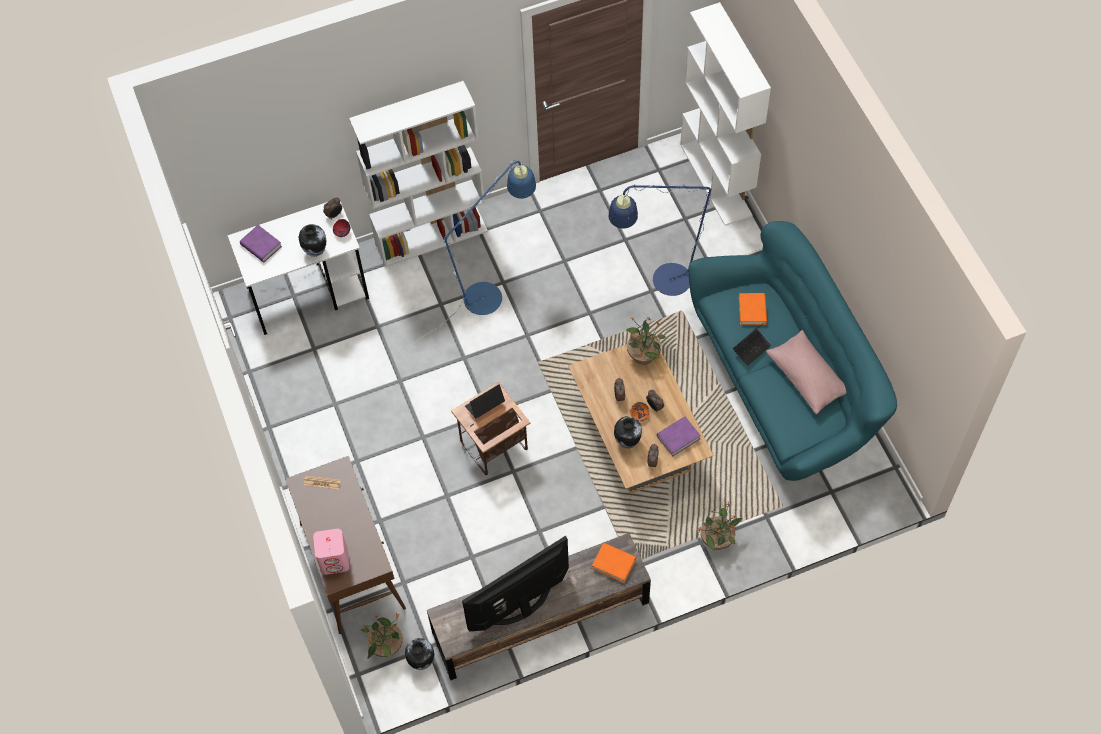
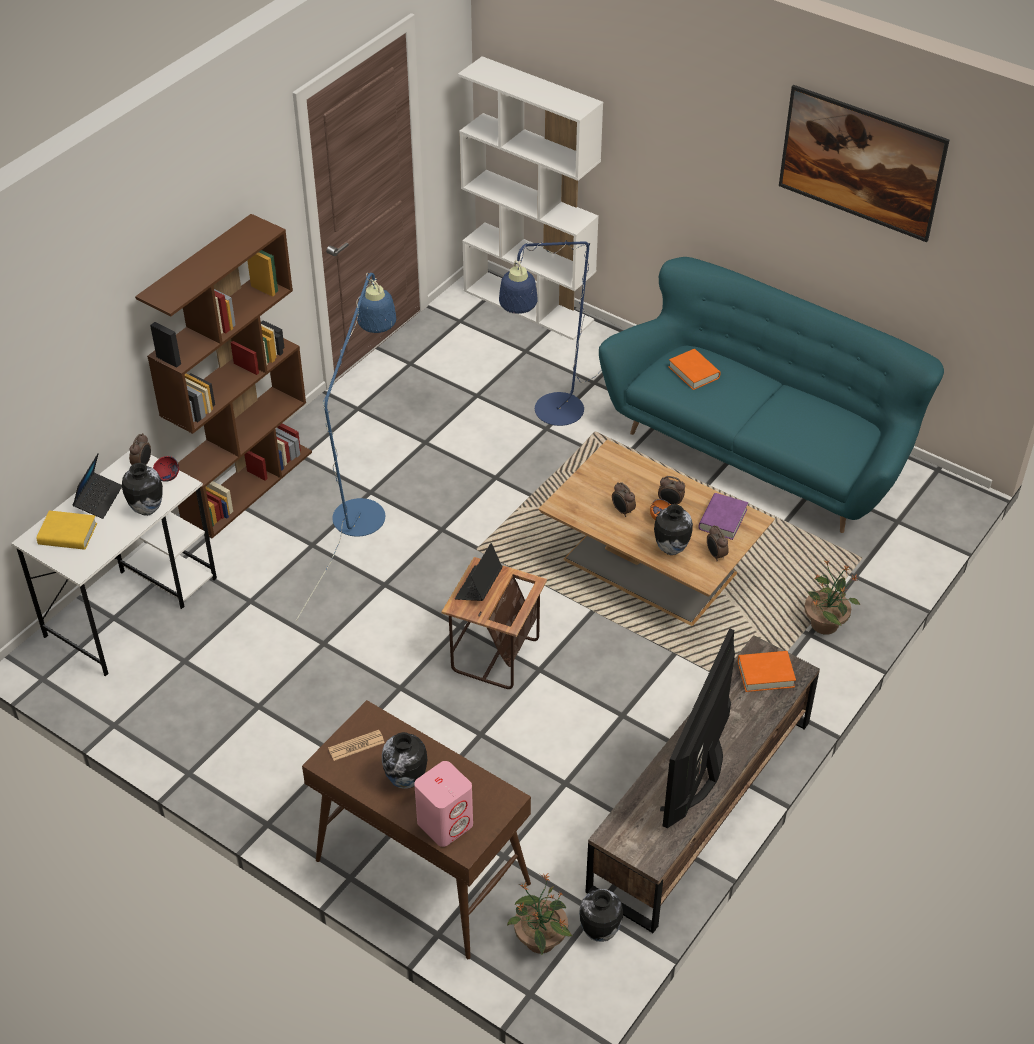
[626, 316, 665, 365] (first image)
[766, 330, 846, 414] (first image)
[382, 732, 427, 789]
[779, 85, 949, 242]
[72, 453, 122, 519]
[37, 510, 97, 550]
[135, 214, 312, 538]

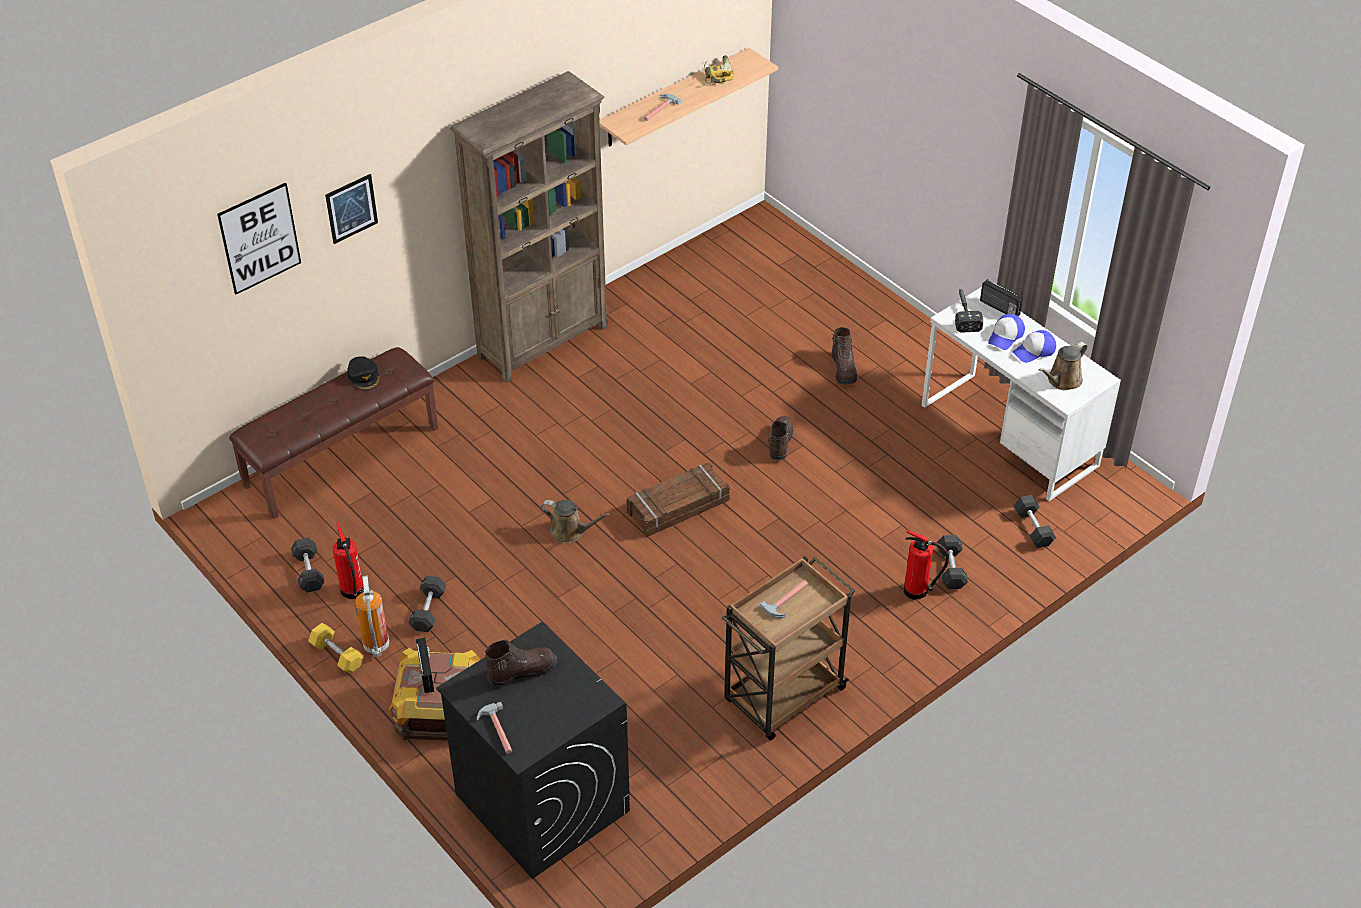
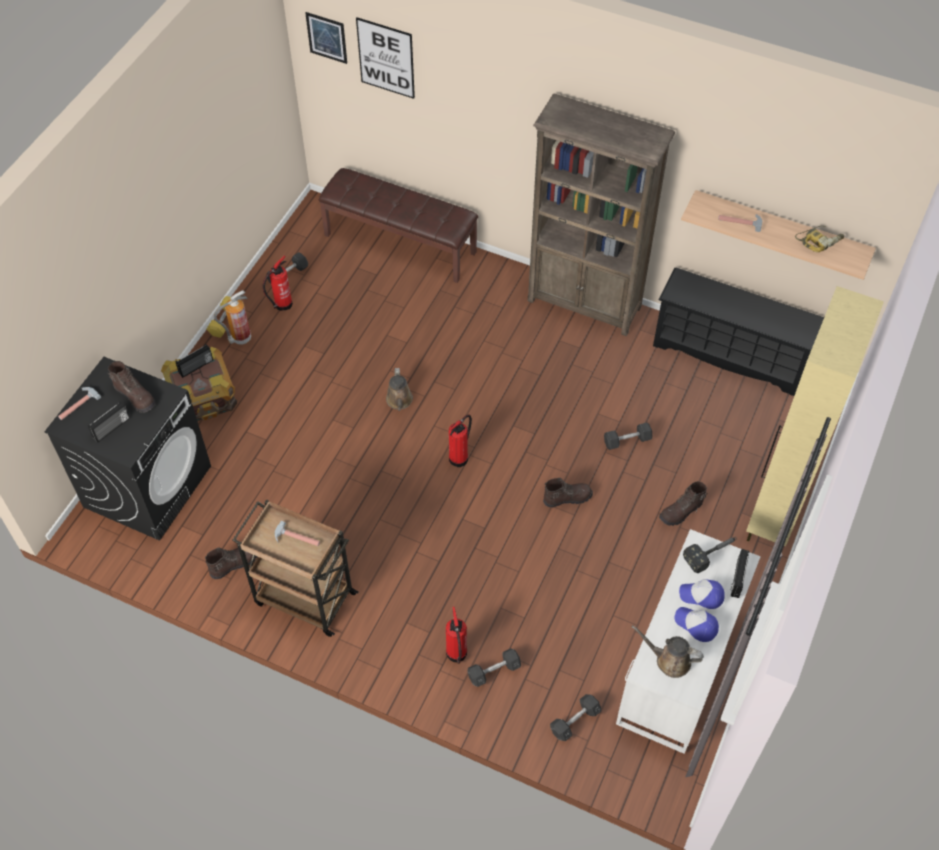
[347, 356, 380, 391] (first image)
[88, 401, 130, 442]
[205, 547, 257, 579]
[653, 268, 824, 396]
[746, 286, 884, 546]
[305, 12, 347, 64]
[604, 423, 653, 450]
[449, 415, 472, 467]

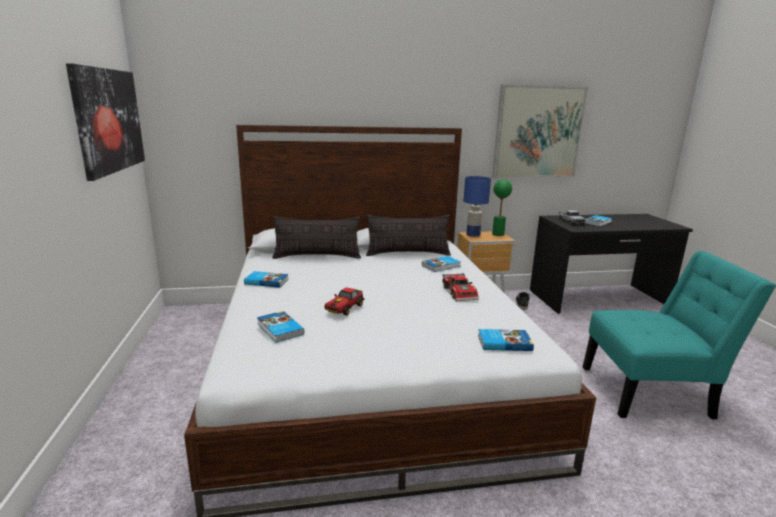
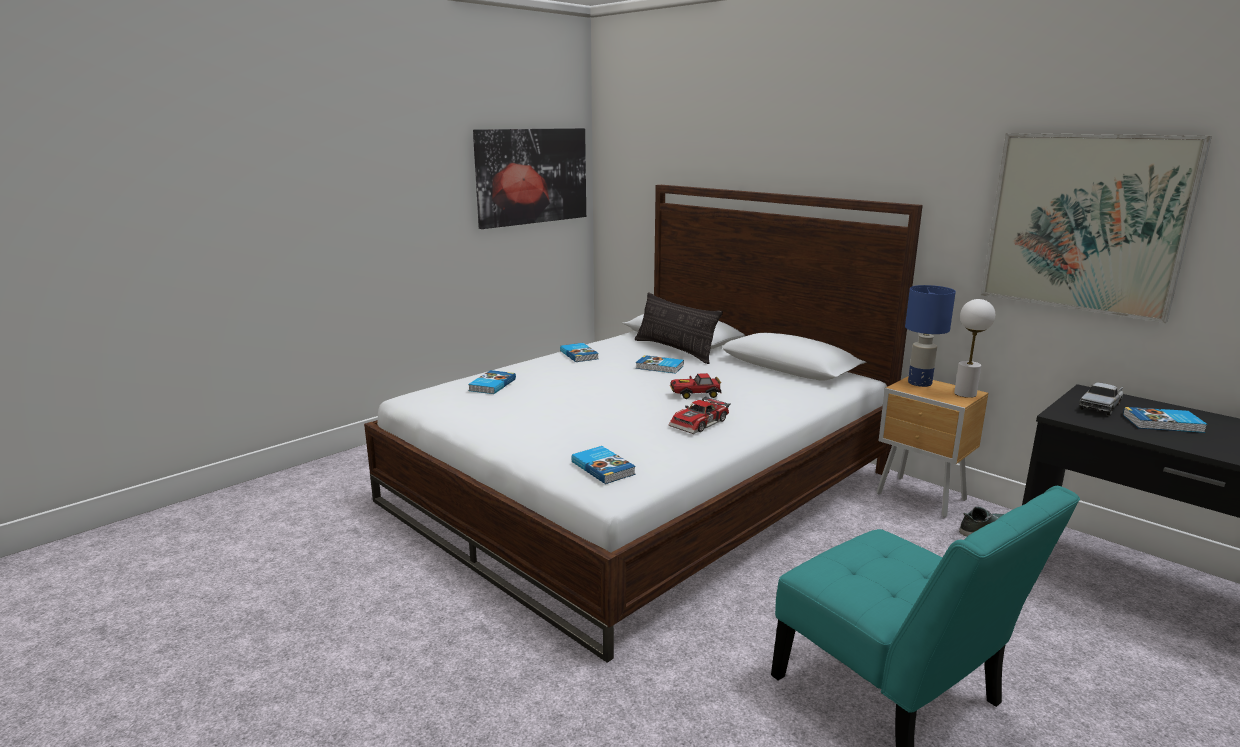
[366, 215, 451, 256] (first image)
[670, 373, 722, 399]
[636, 355, 684, 374]
[954, 299, 995, 398]

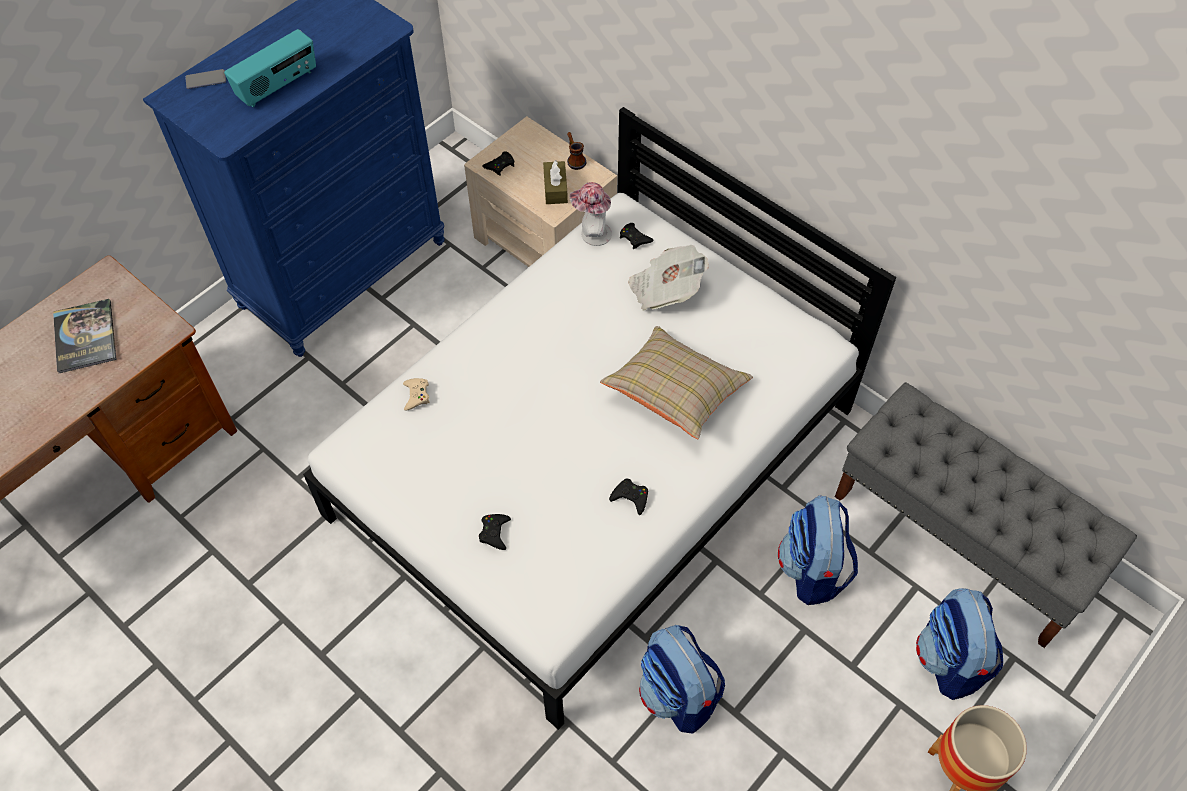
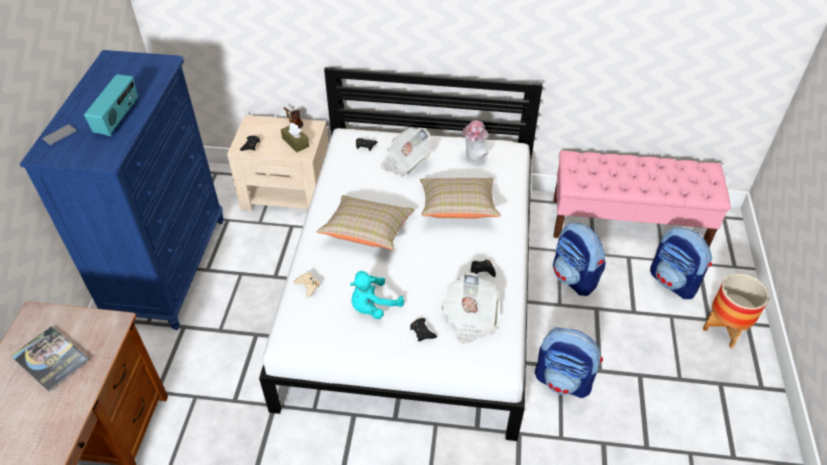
[317, 195, 415, 250]
[350, 271, 404, 319]
[442, 273, 501, 344]
[462, 120, 489, 165]
[553, 151, 731, 247]

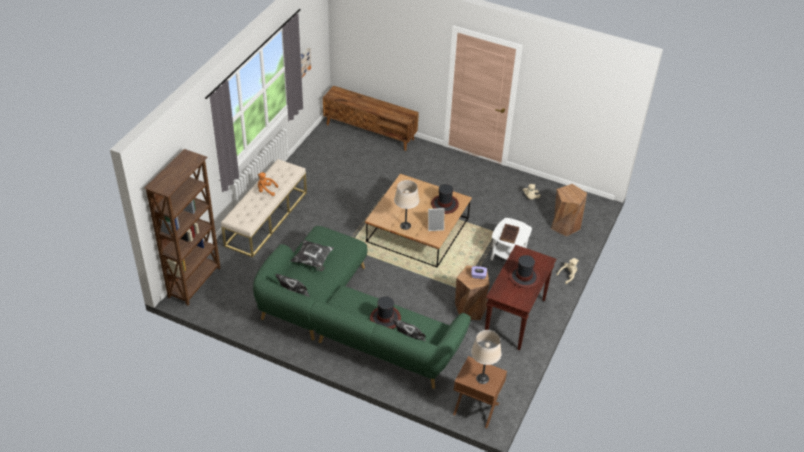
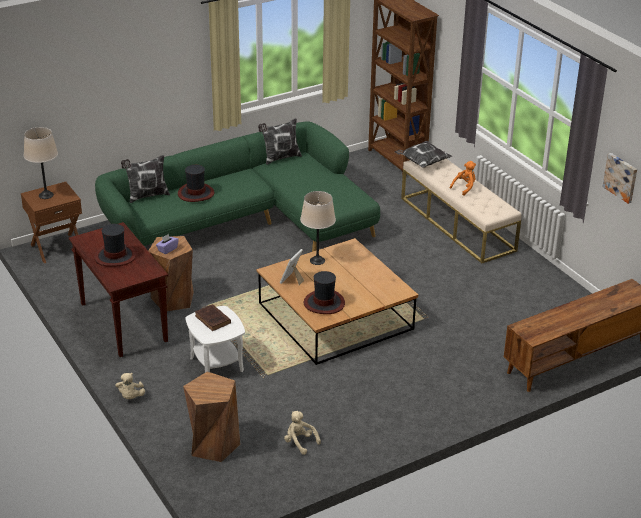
[395, 141, 452, 168]

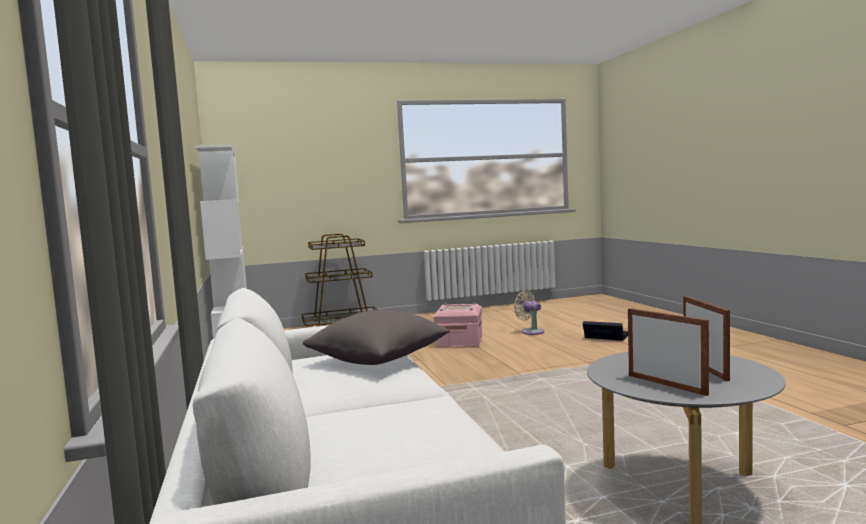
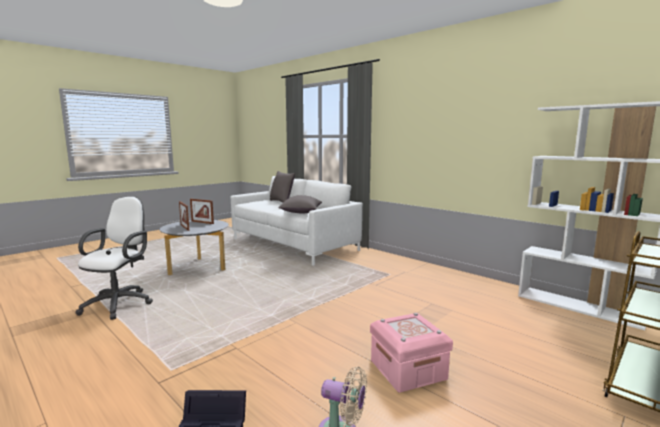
[76, 197, 153, 320]
[270, 171, 295, 202]

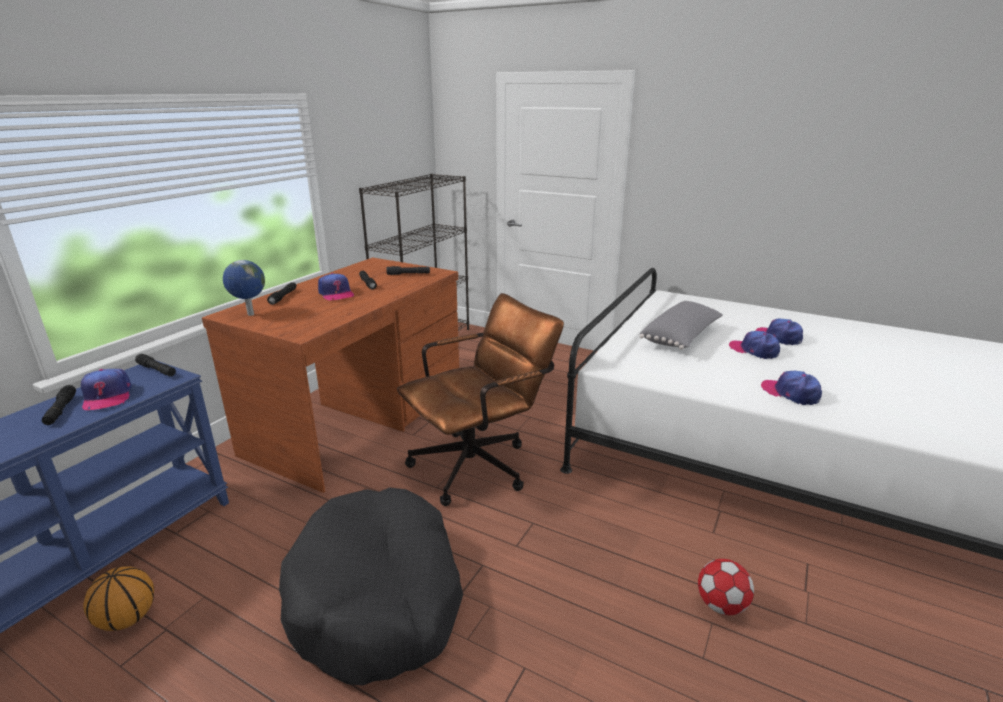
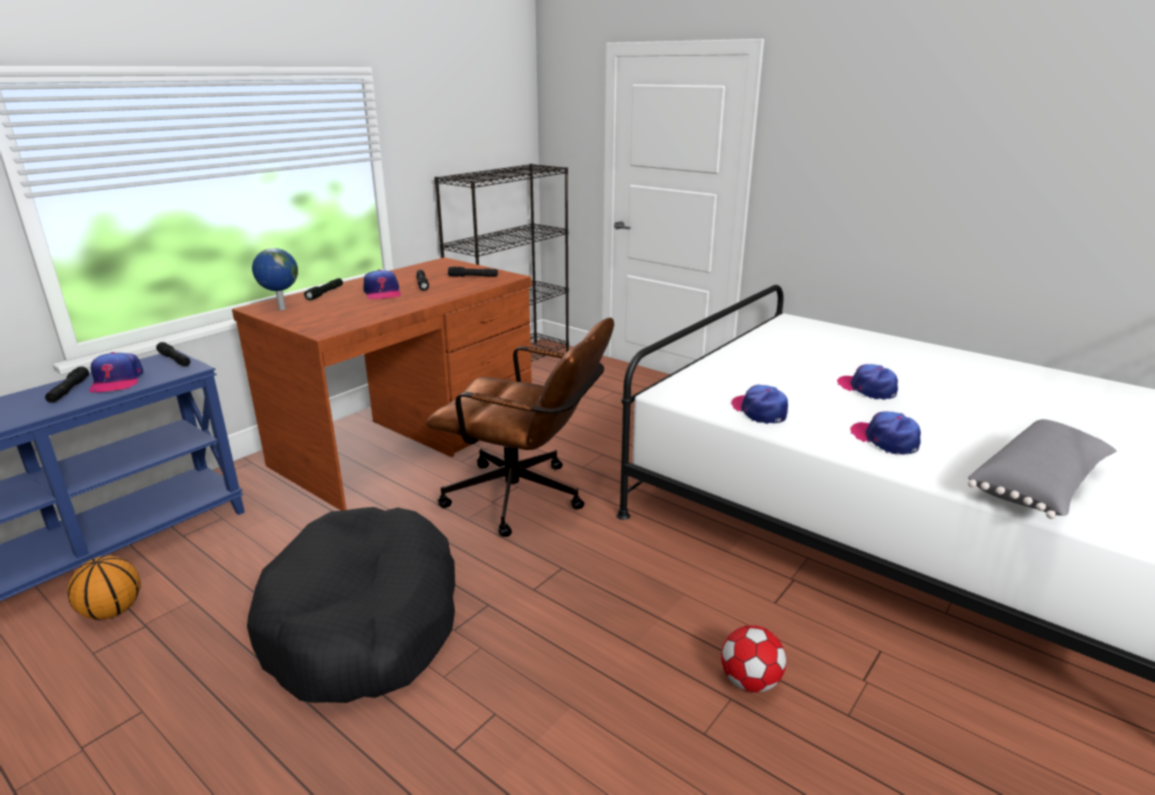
[968, 419, 1117, 519]
[731, 385, 788, 424]
[426, 318, 614, 537]

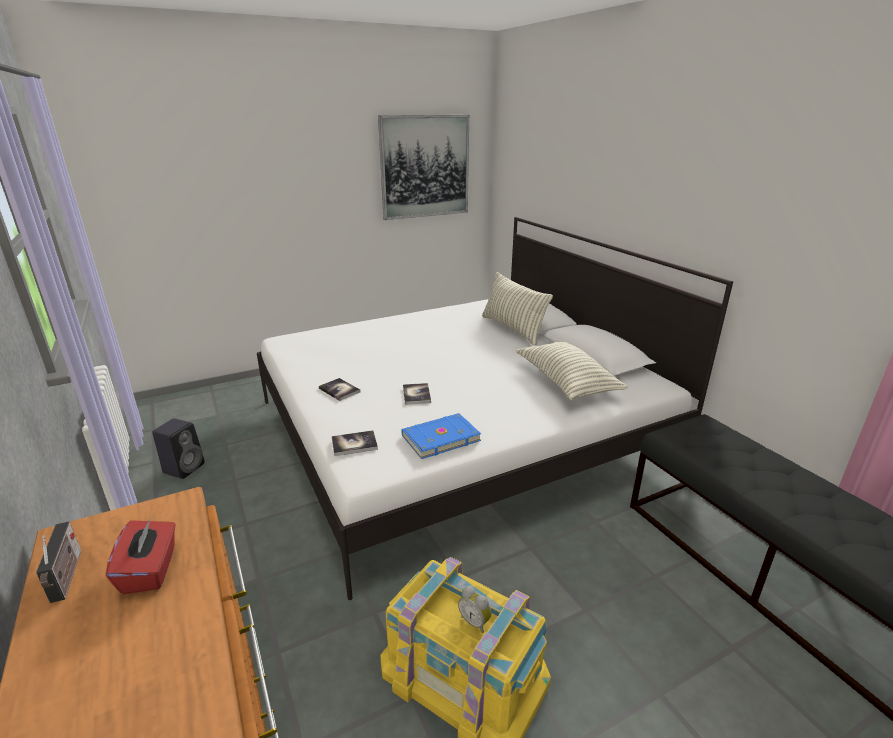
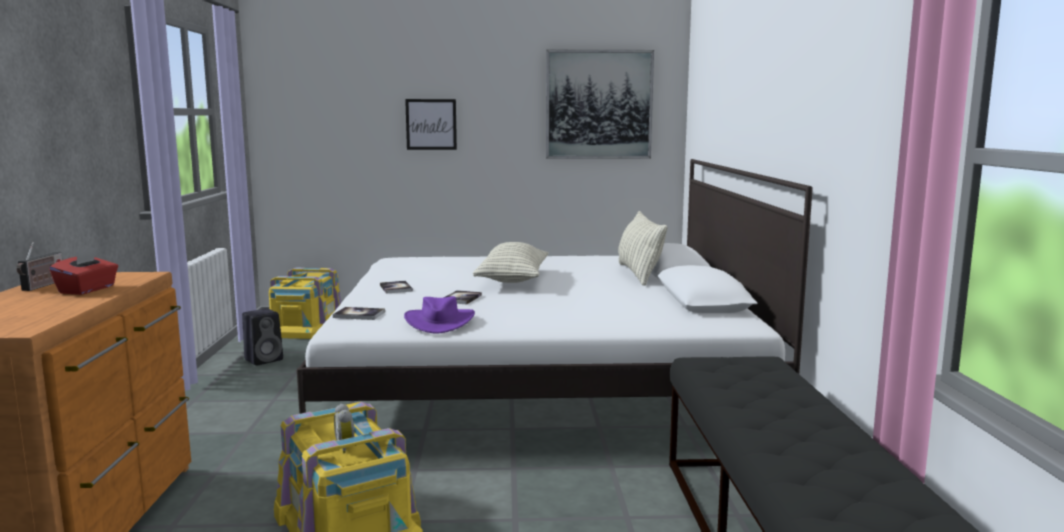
[269, 268, 342, 339]
[405, 99, 457, 150]
[473, 242, 549, 283]
[404, 296, 475, 334]

